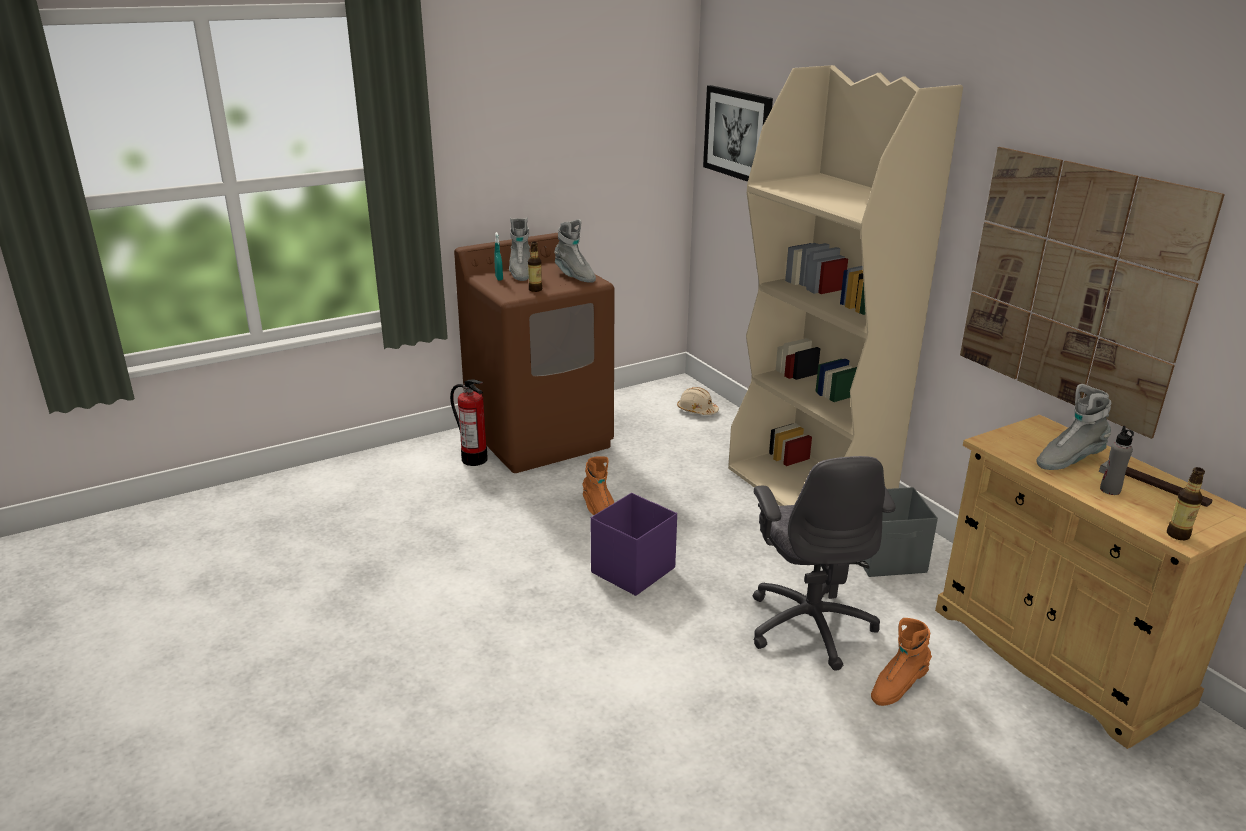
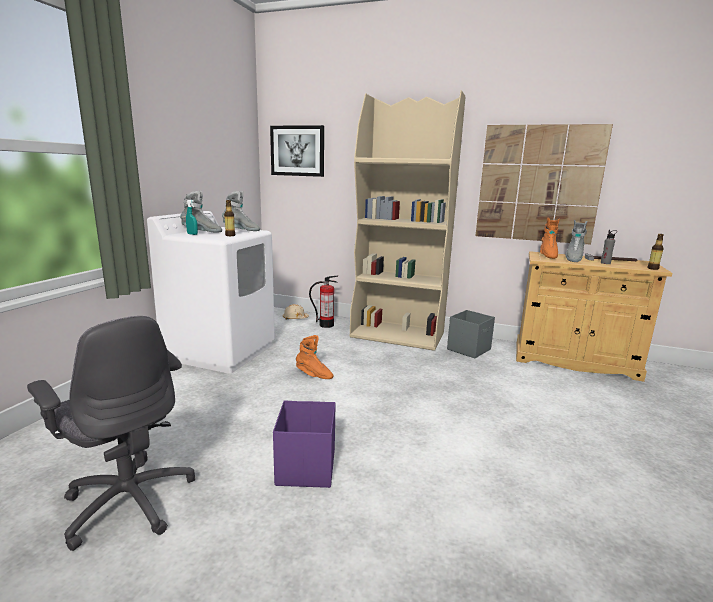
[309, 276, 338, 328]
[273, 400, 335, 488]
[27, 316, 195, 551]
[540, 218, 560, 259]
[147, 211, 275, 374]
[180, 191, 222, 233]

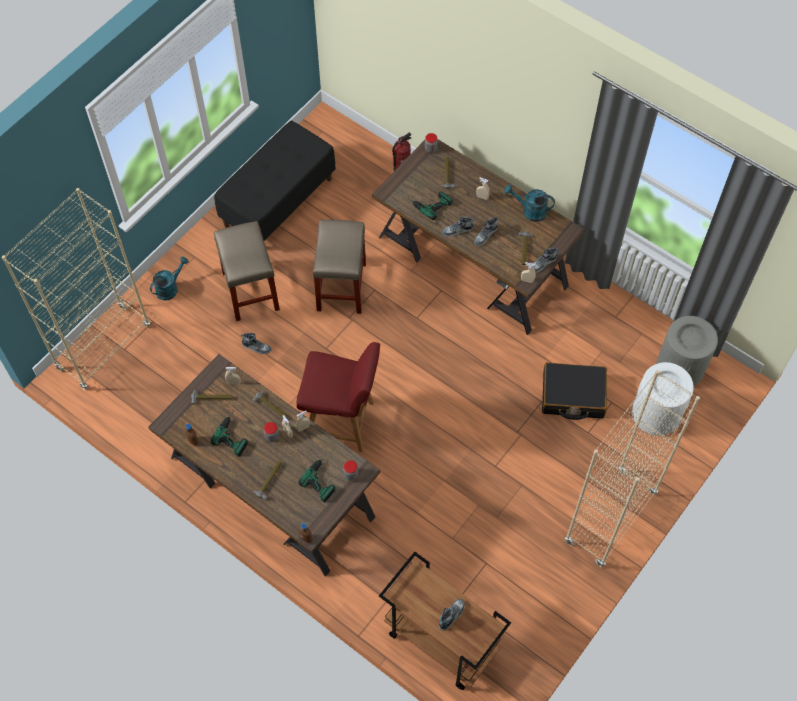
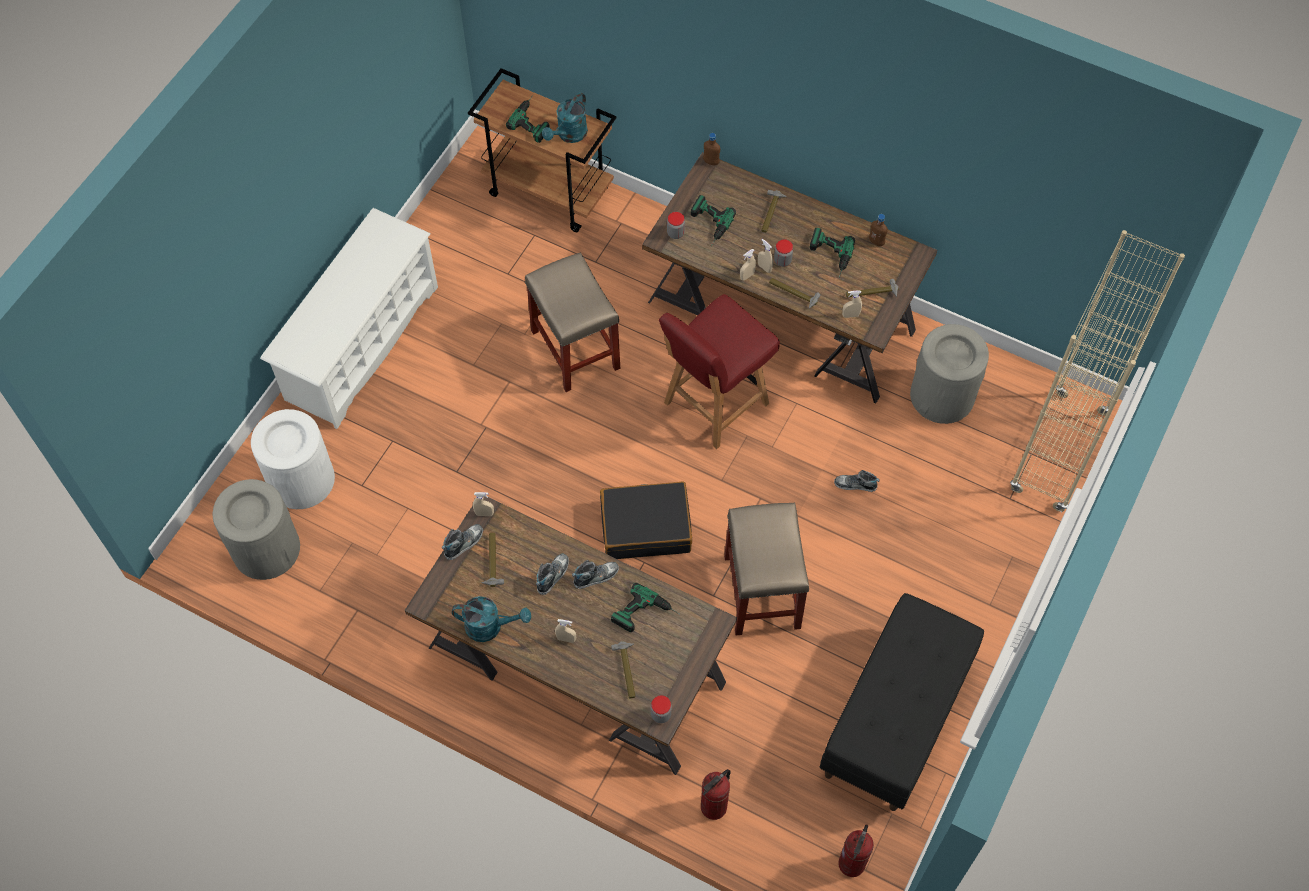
[838, 825, 874, 877]
[910, 324, 989, 424]
[542, 92, 588, 143]
[525, 252, 621, 392]
[600, 481, 692, 559]
[506, 95, 550, 143]
[260, 208, 438, 429]
[659, 294, 780, 449]

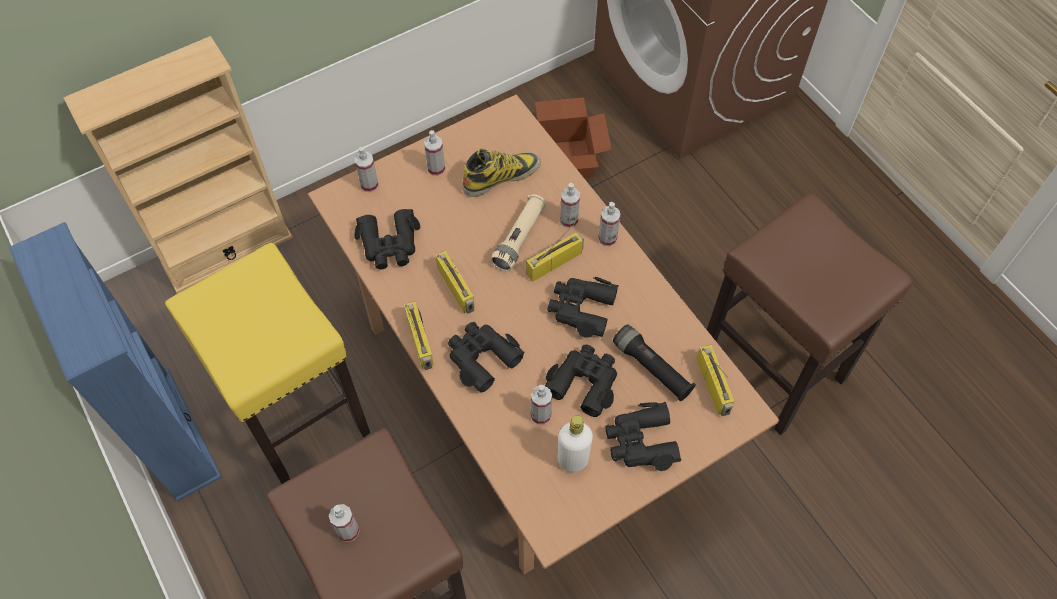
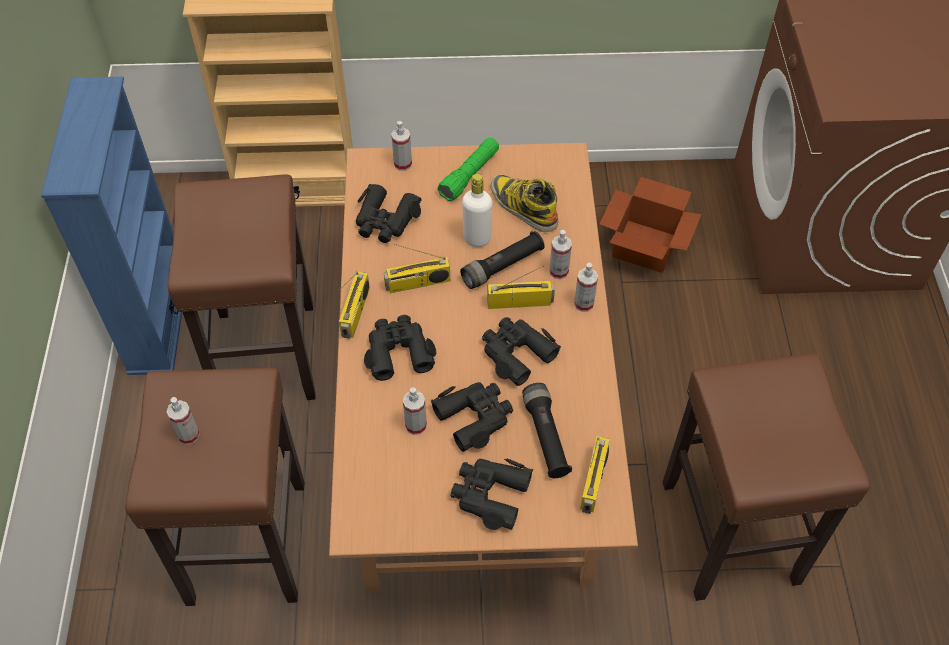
[462, 174, 492, 247]
[437, 138, 499, 201]
[168, 175, 316, 400]
[460, 231, 544, 289]
[384, 244, 450, 293]
[491, 174, 558, 232]

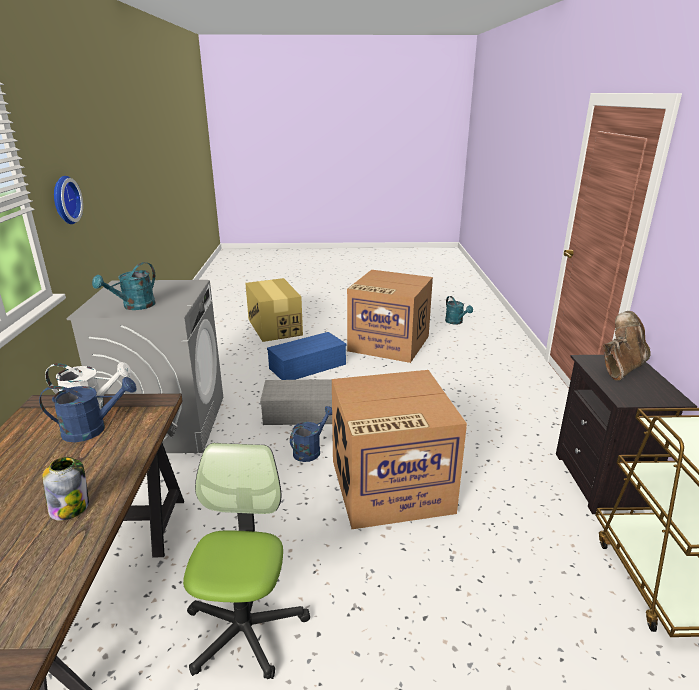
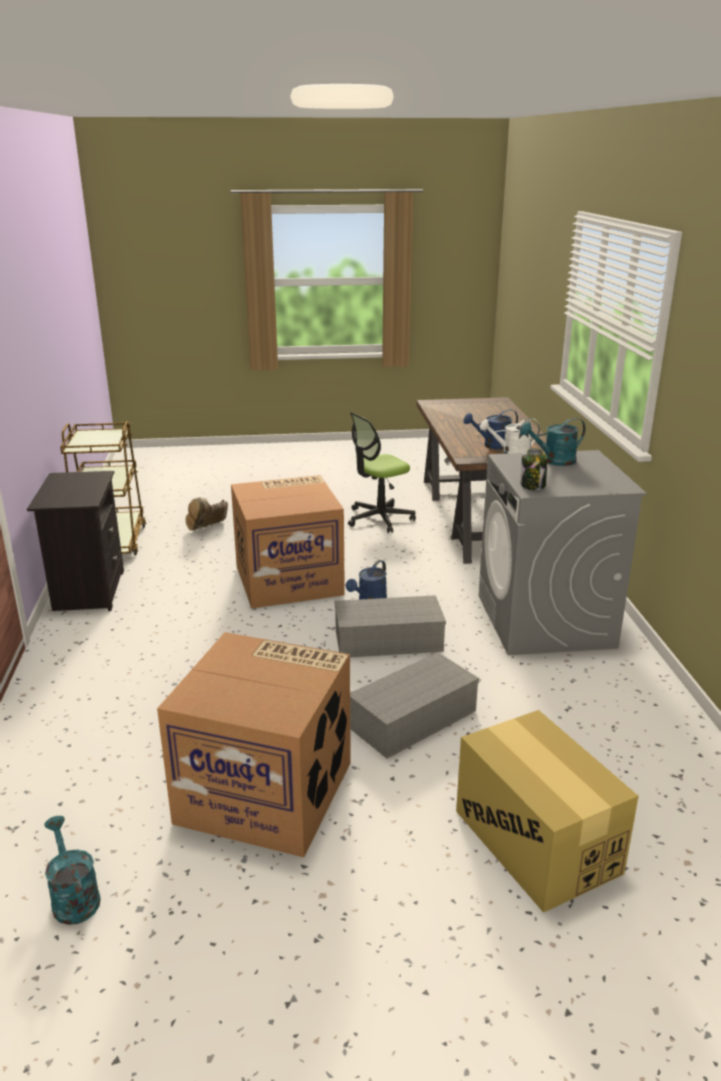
[54, 176, 83, 224] (first image)
[521, 448, 547, 490]
[186, 497, 228, 530]
[350, 653, 479, 758]
[520, 418, 585, 466]
[348, 412, 416, 533]

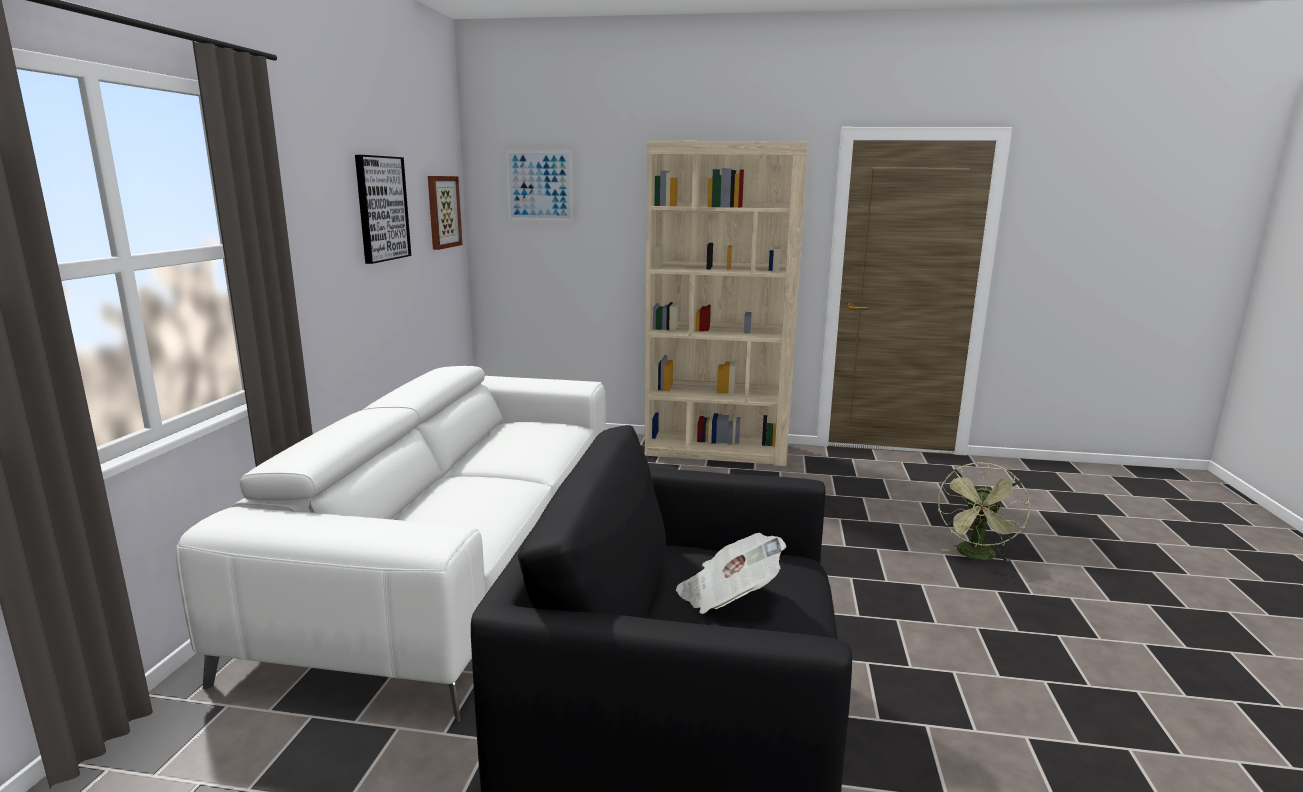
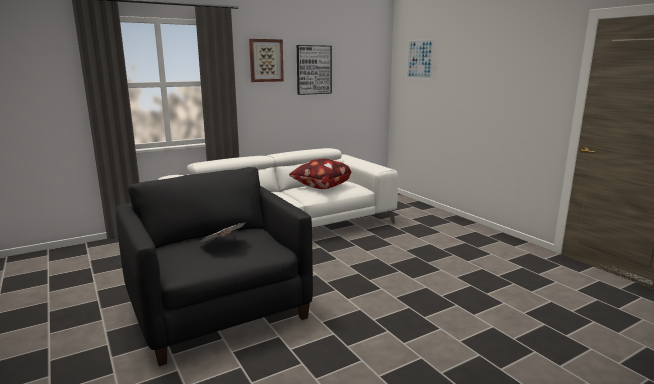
[645, 141, 808, 466] (first image)
[937, 462, 1030, 562] (first image)
[289, 159, 351, 189]
[249, 39, 284, 82]

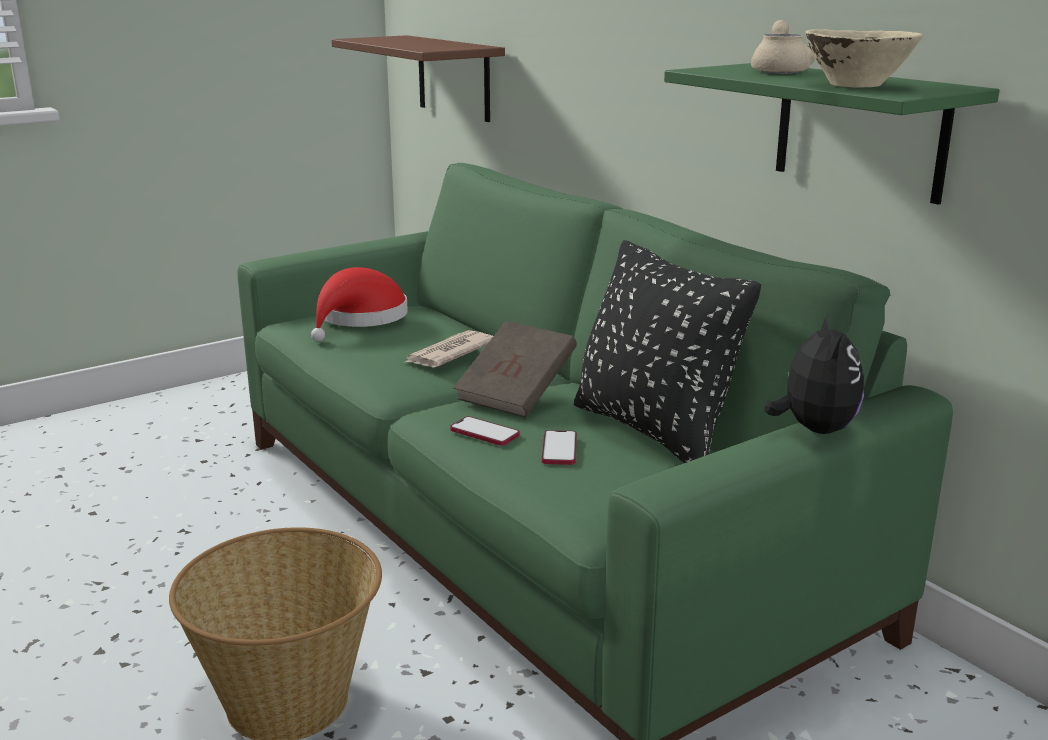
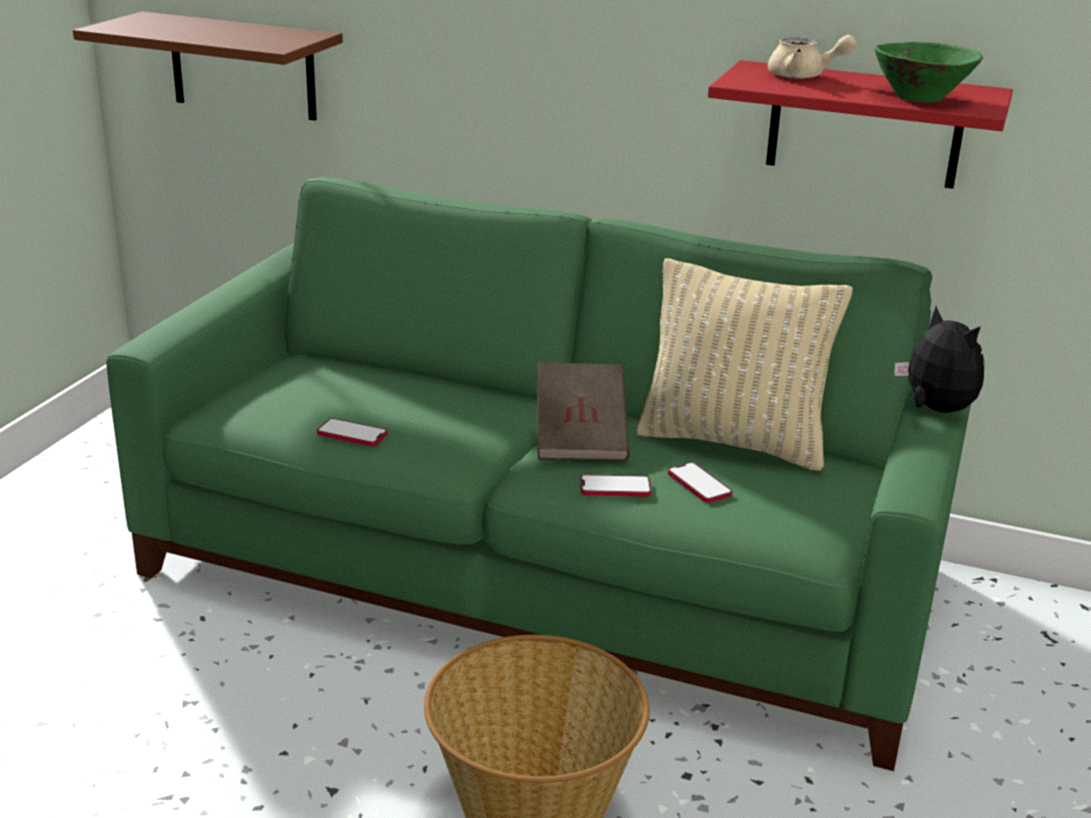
[311, 267, 408, 342] (first image)
[405, 330, 493, 367] (first image)
[317, 418, 387, 446]
[636, 258, 853, 471]
[708, 60, 1013, 189]
[874, 42, 983, 102]
[768, 35, 857, 79]

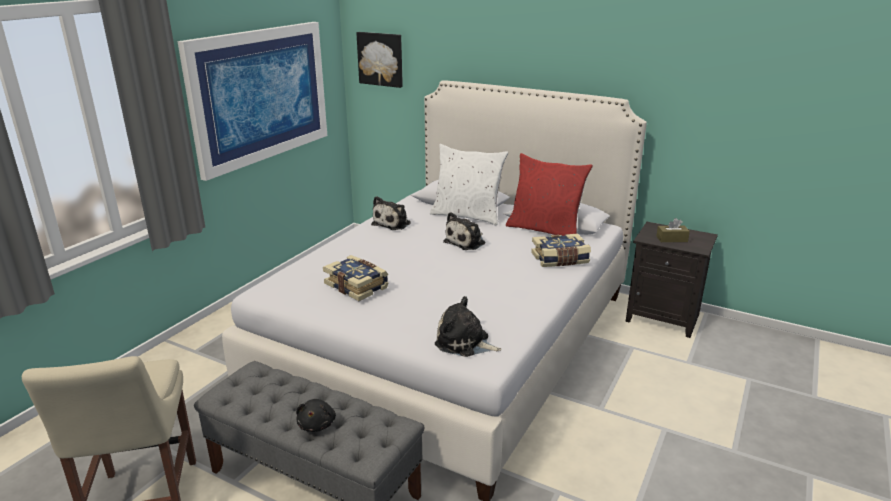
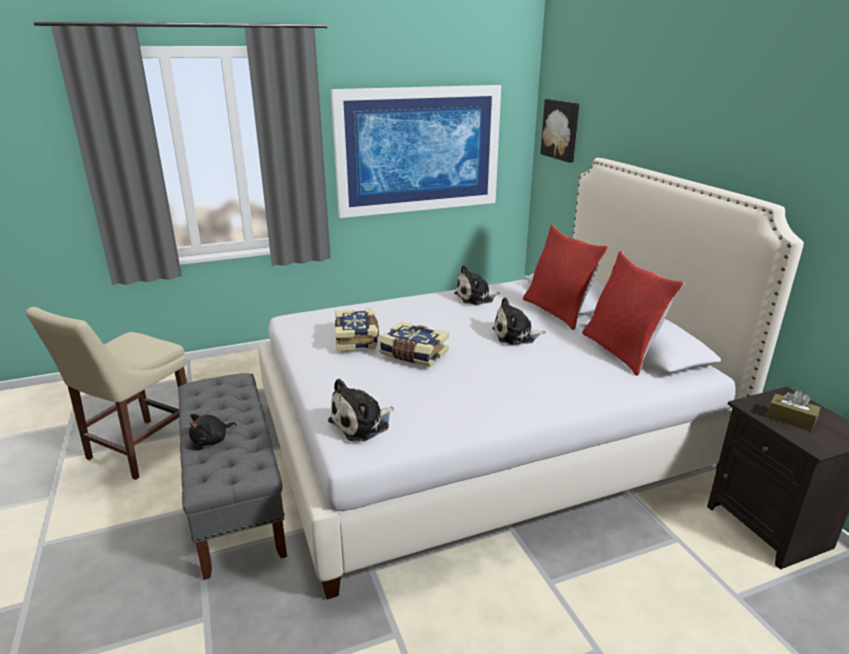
[379, 321, 449, 367]
[523, 225, 608, 330]
[328, 378, 394, 441]

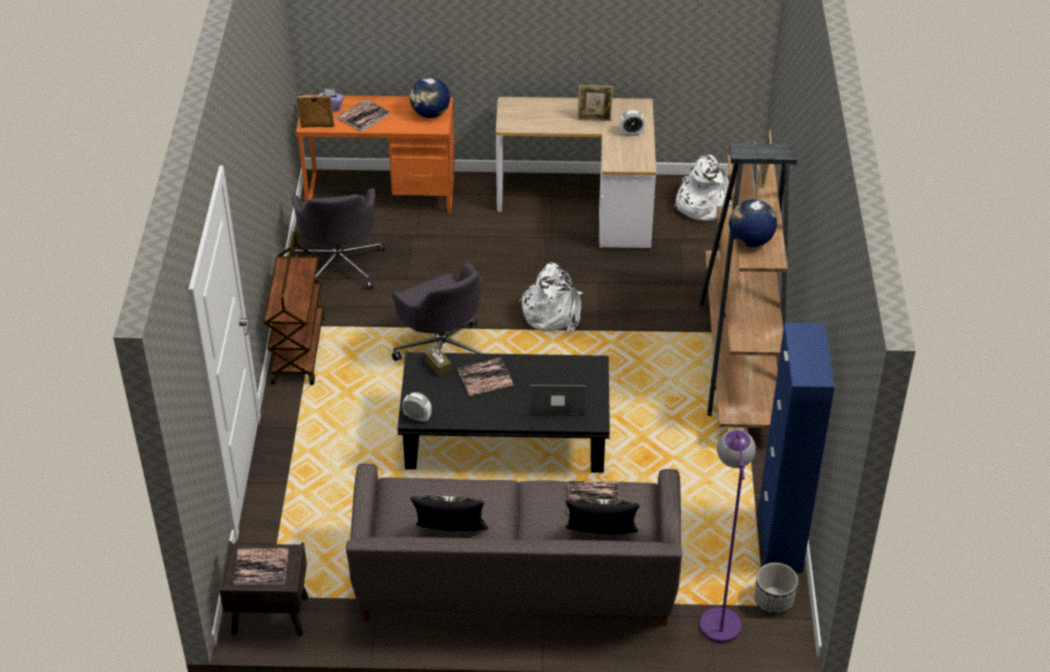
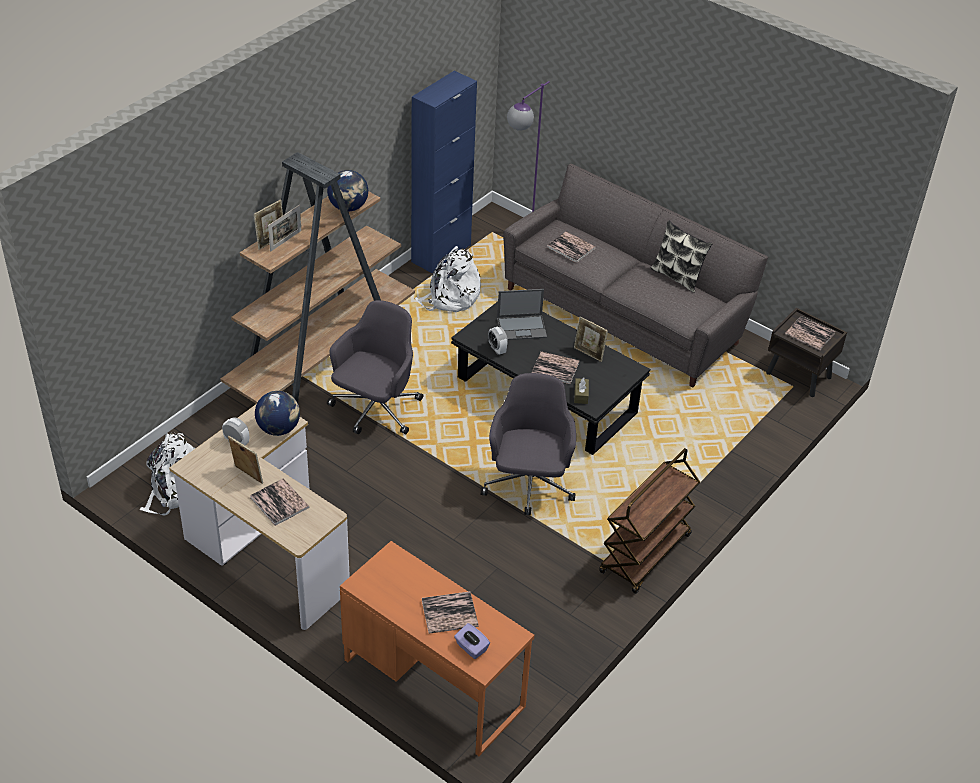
[565, 498, 640, 534] (first image)
[755, 563, 798, 614] (first image)
[250, 479, 310, 526]
[327, 300, 423, 434]
[574, 316, 608, 362]
[488, 327, 508, 355]
[255, 391, 300, 436]
[415, 246, 481, 312]
[497, 289, 547, 340]

